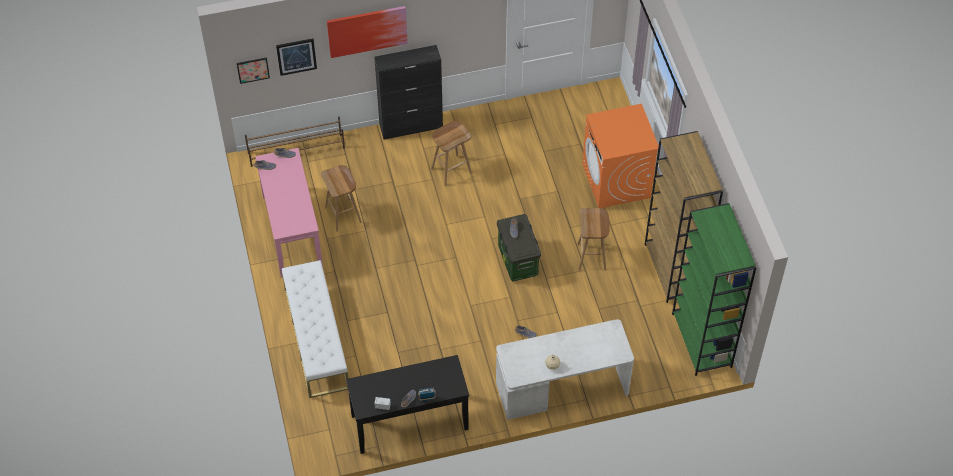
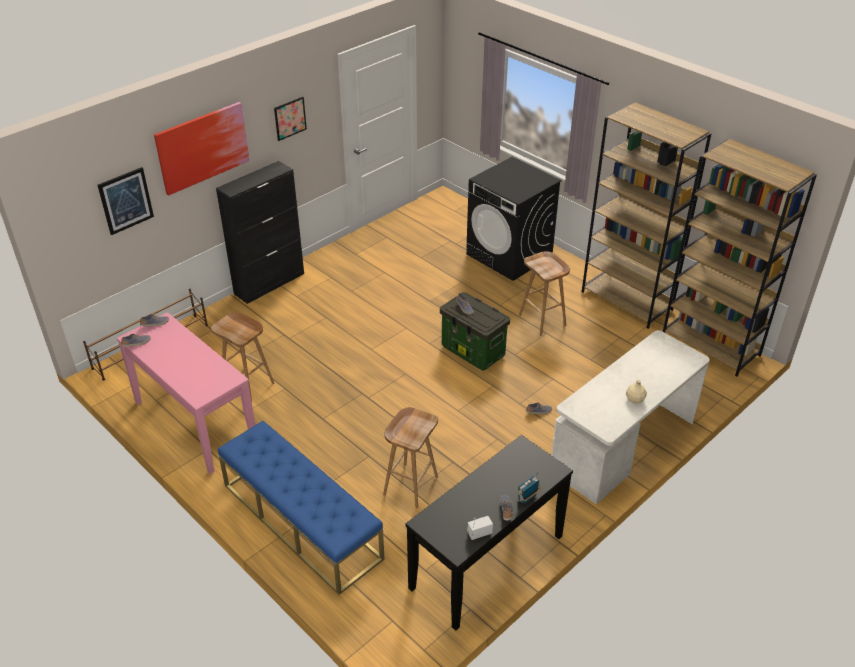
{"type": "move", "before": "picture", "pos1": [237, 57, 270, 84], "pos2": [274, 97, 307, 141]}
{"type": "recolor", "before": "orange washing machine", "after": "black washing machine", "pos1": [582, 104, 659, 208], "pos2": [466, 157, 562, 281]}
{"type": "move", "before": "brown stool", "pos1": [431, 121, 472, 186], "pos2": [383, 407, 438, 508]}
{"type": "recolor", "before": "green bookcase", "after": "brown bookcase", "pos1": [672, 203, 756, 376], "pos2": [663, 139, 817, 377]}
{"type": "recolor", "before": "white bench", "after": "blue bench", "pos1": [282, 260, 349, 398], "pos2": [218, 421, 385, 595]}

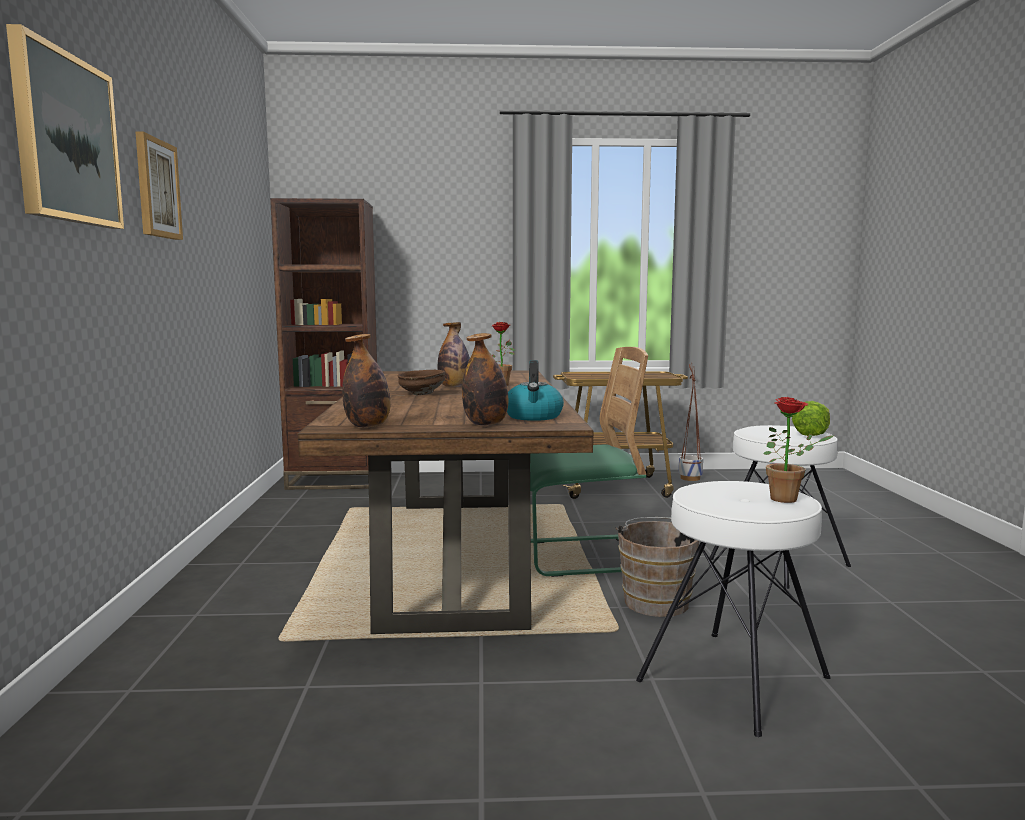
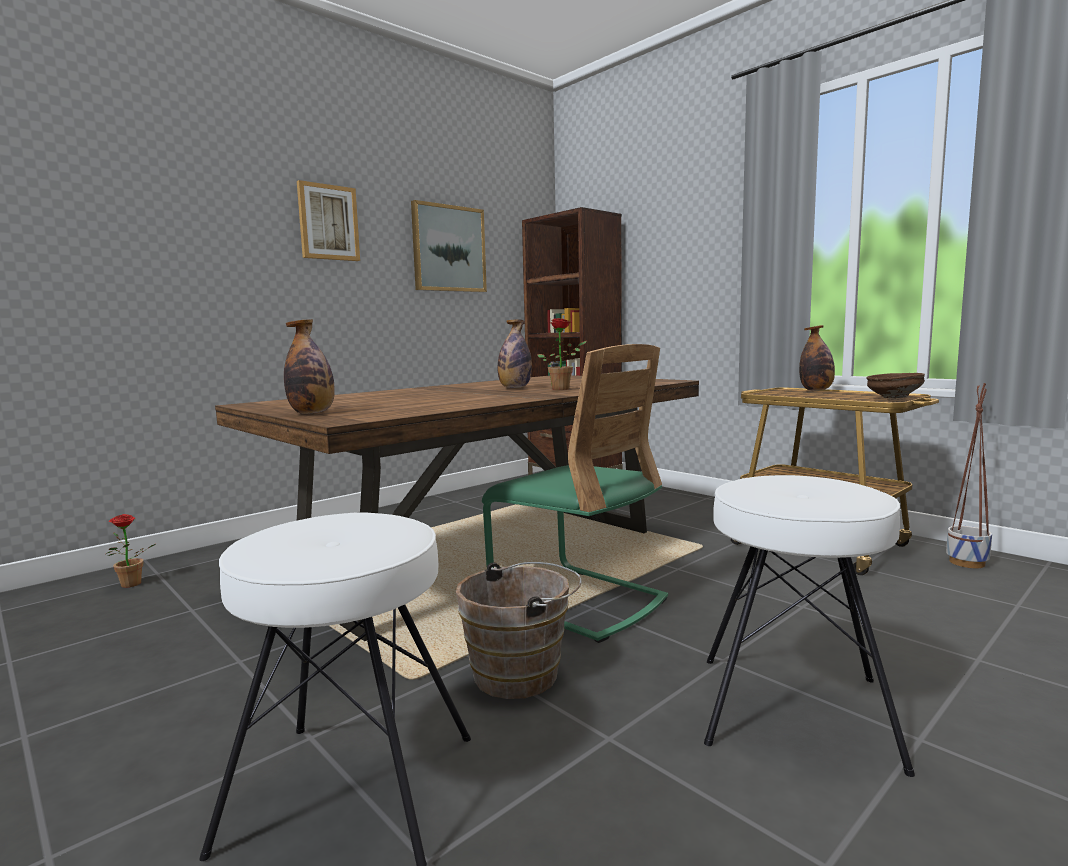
{"type": "move", "before": "picture", "pos1": [6, 24, 124, 229], "pos2": [411, 200, 487, 292]}
{"type": "move", "before": "bottle", "pos1": [342, 334, 390, 428], "pos2": [799, 325, 835, 391]}
{"type": "delete", "before": "kettle", "pos1": [507, 360, 564, 421]}
{"type": "move", "before": "brown bowl", "pos1": [397, 370, 445, 395], "pos2": [866, 373, 925, 398]}
{"type": "move", "before": "potted plant", "pos1": [763, 397, 835, 503], "pos2": [106, 514, 156, 588]}
{"type": "delete", "before": "lettuce", "pos1": [792, 401, 830, 436]}

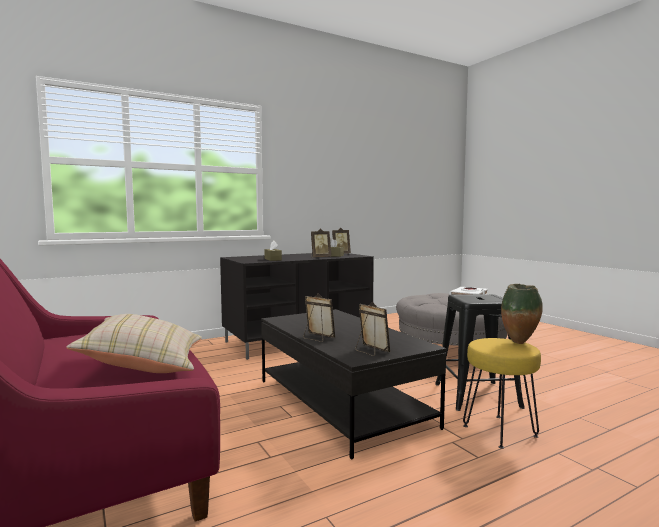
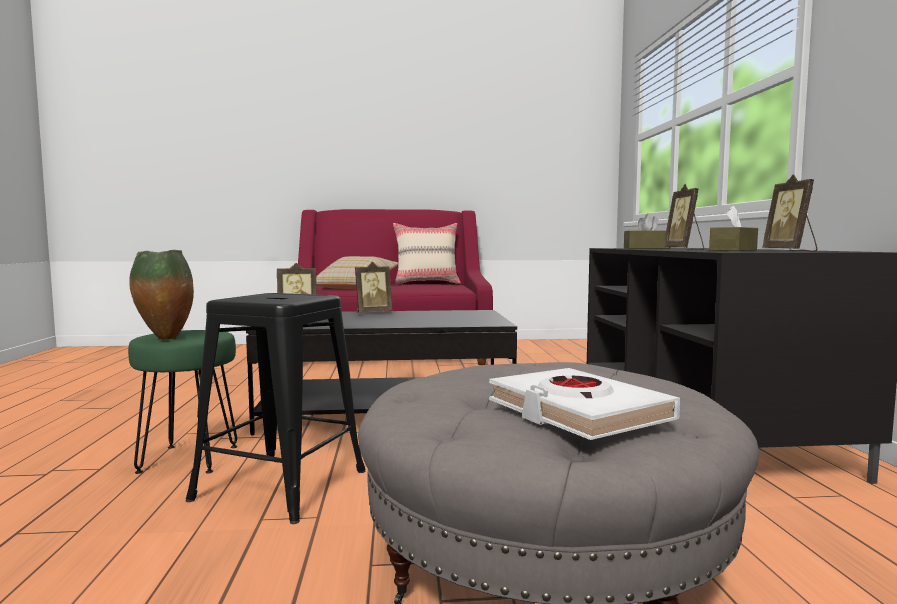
{"type": "recolor", "before": "yellow stool", "after": "green stool", "pos1": [463, 338, 541, 449], "pos2": [128, 330, 238, 474]}
{"type": "insert", "after": "beige pillow", "pos2": [393, 223, 461, 285]}

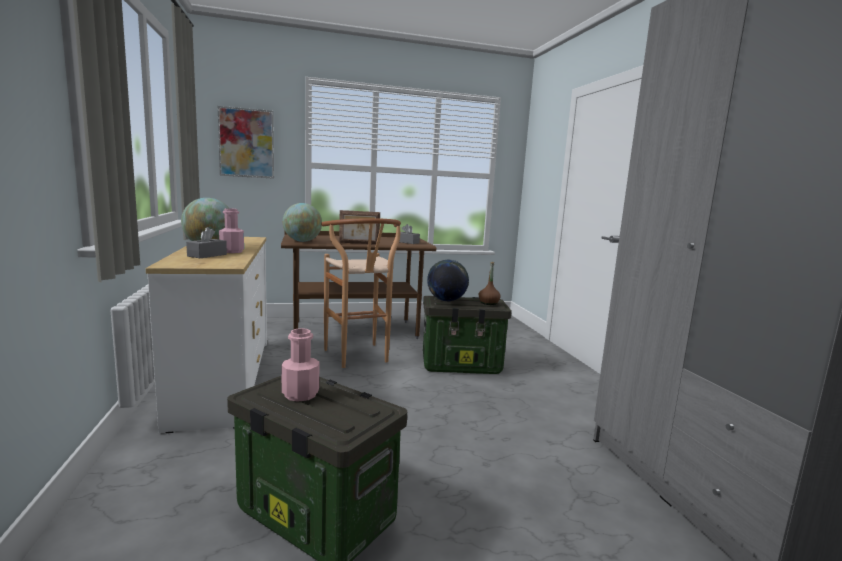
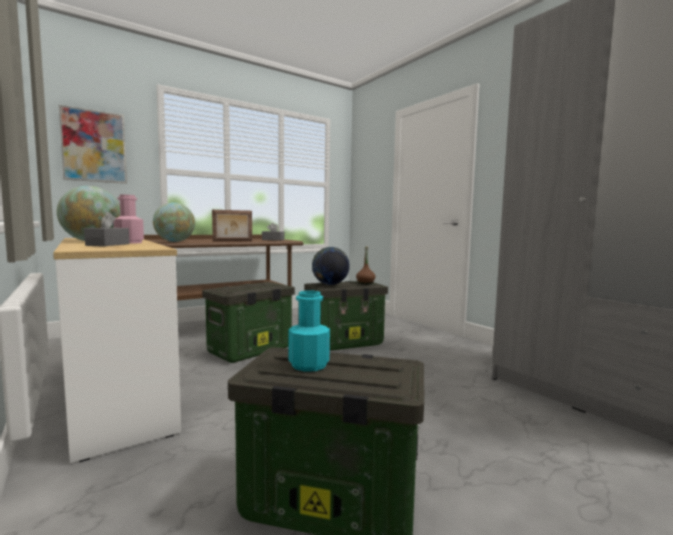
{"type": "replace", "before": "brown stool", "after": "storage box", "pos1": [321, 218, 401, 368], "pos2": [202, 282, 295, 363]}
{"type": "recolor", "before": "pink bottle", "after": "turquoise bottle", "pos1": [281, 328, 319, 402], "pos2": [289, 291, 330, 372]}

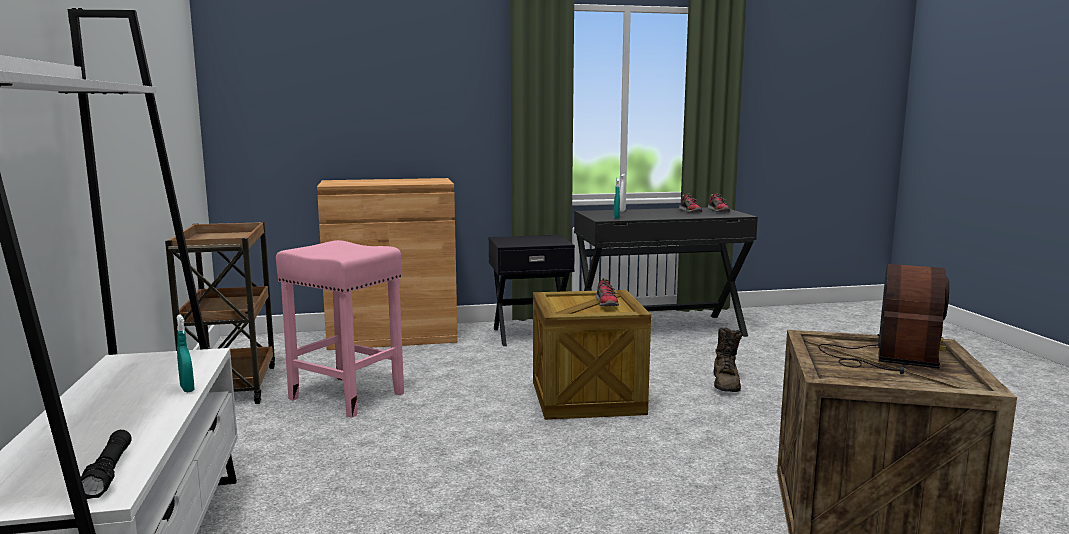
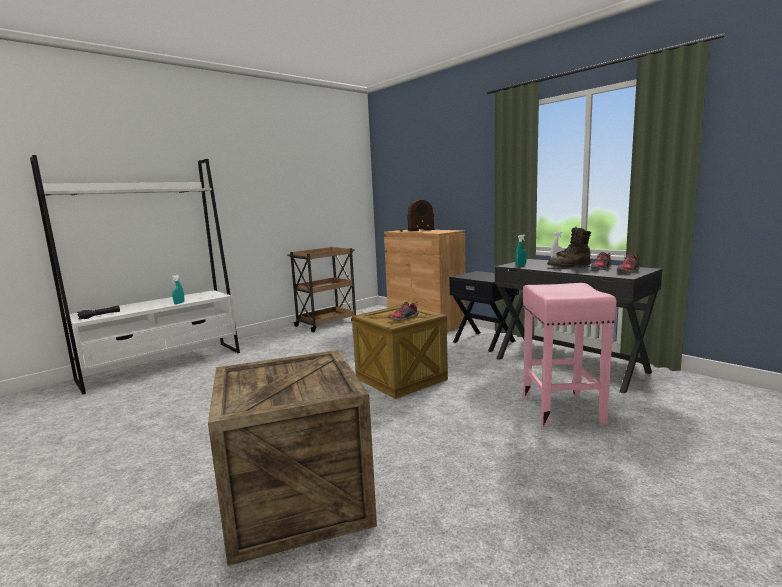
{"type": "move", "before": "pink stool", "pos1": [276, 240, 404, 418], "pos2": [523, 283, 617, 427]}
{"type": "move", "before": "radio", "pos1": [818, 264, 949, 374], "pos2": [401, 200, 435, 232]}
{"type": "move", "before": "brown boot", "pos1": [714, 328, 742, 392], "pos2": [547, 226, 591, 268]}

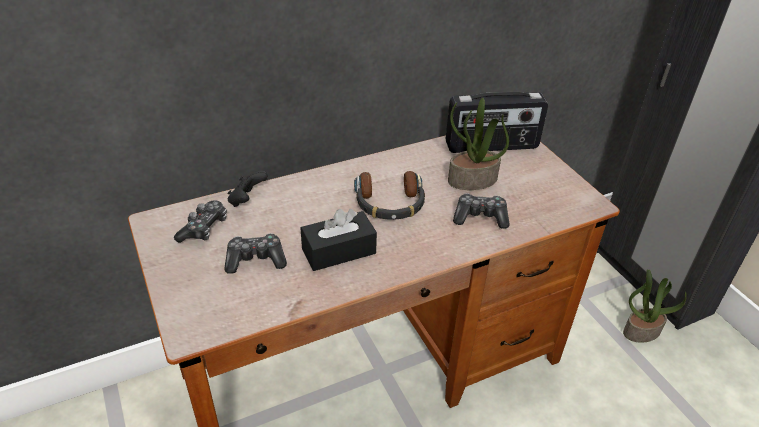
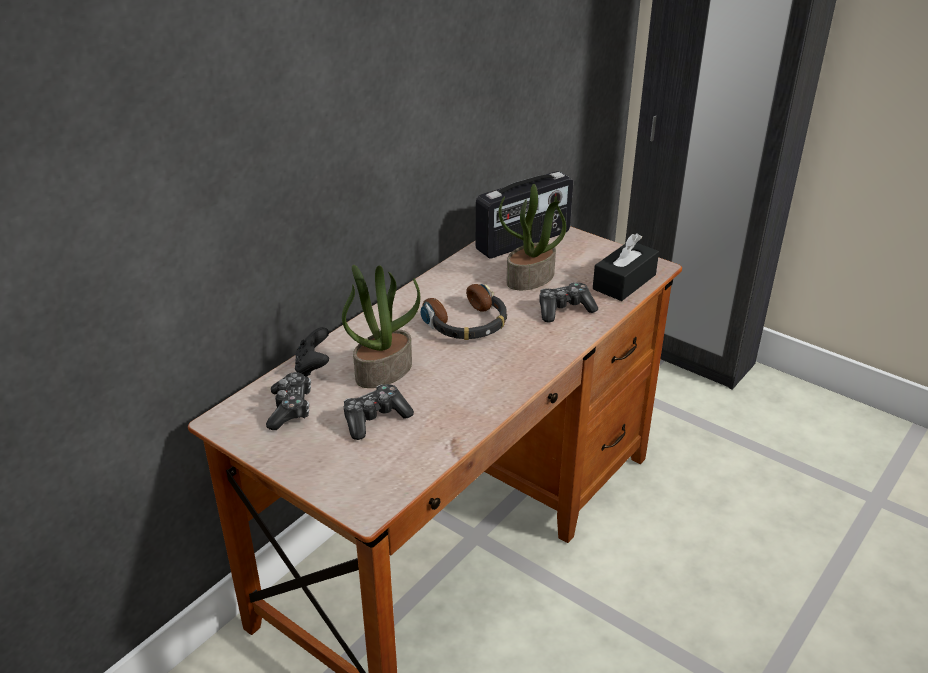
{"type": "move", "before": "black tissue box", "pos1": [301, 209, 377, 271], "pos2": [593, 233, 659, 301]}
{"type": "move", "before": "potted plant", "pos1": [623, 269, 687, 343], "pos2": [342, 265, 420, 388]}

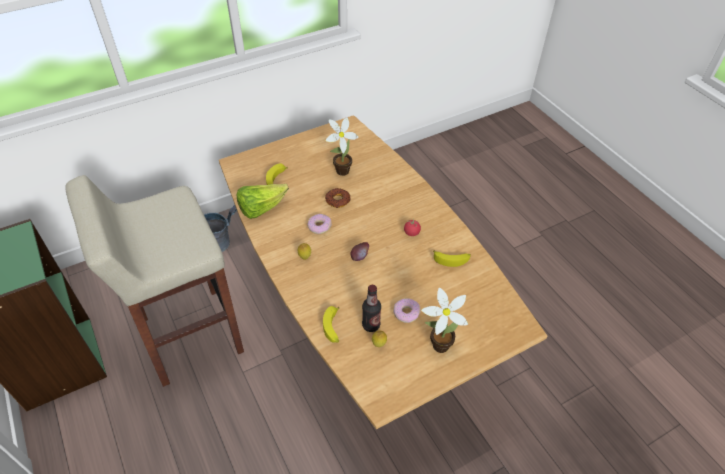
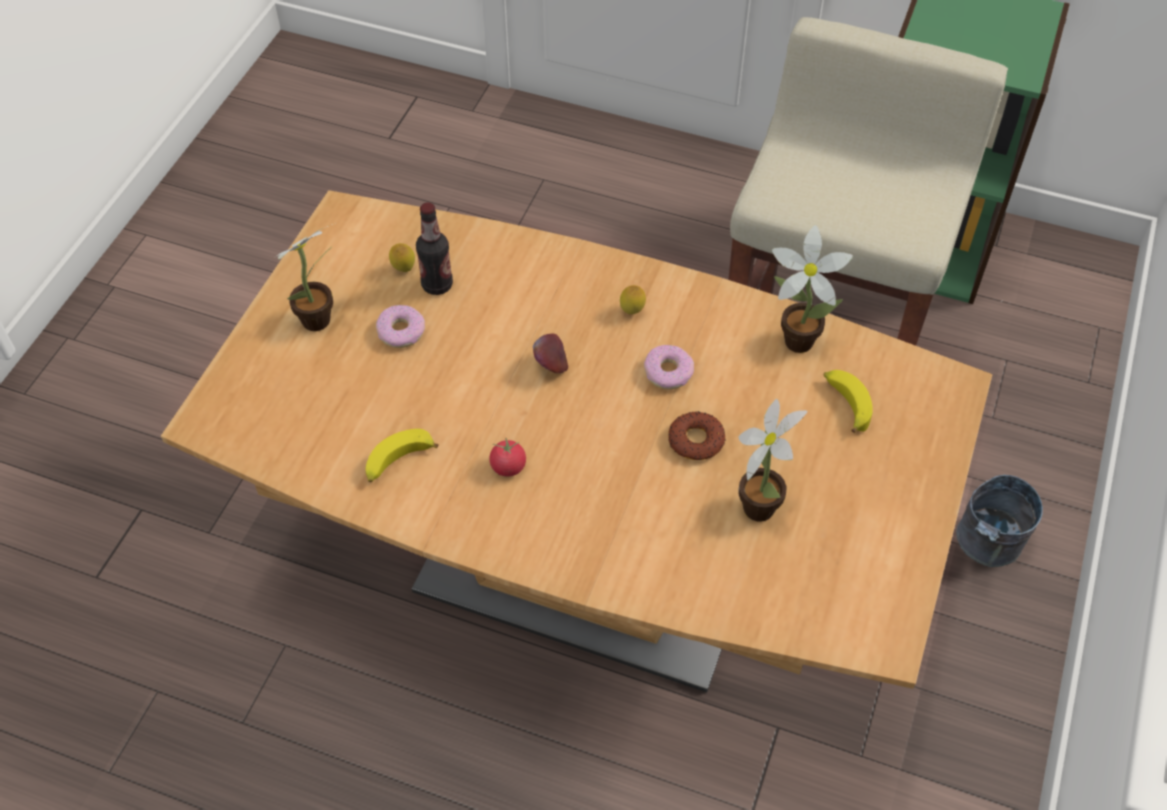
{"type": "replace", "before": "lettuce", "after": "potted plant", "pos1": [237, 184, 289, 219], "pos2": [772, 225, 853, 353]}
{"type": "delete", "before": "banana", "pos1": [323, 306, 340, 343]}

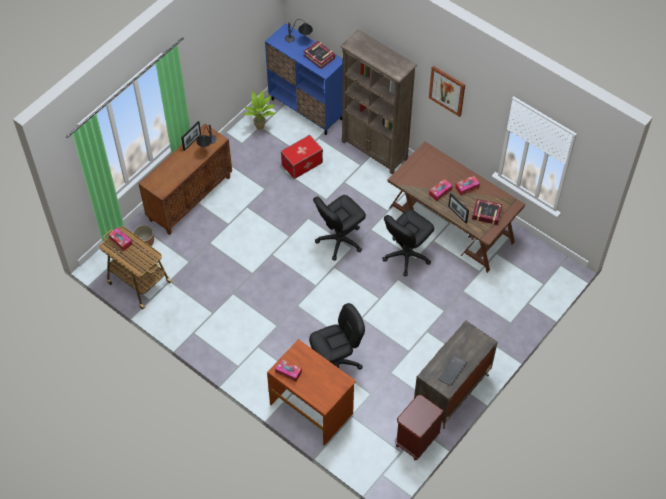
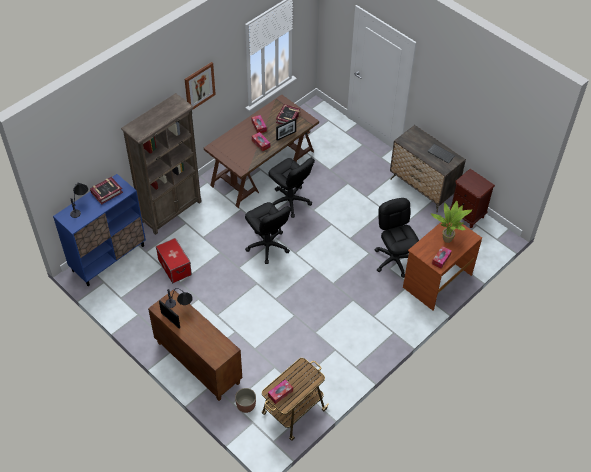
{"type": "move", "before": "potted plant", "pos1": [244, 90, 276, 130], "pos2": [431, 201, 472, 243]}

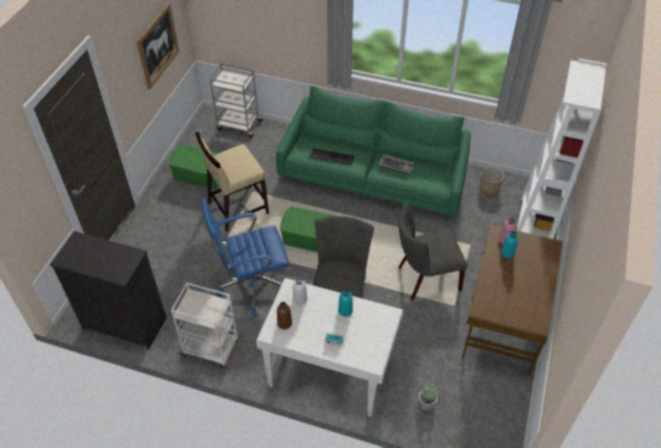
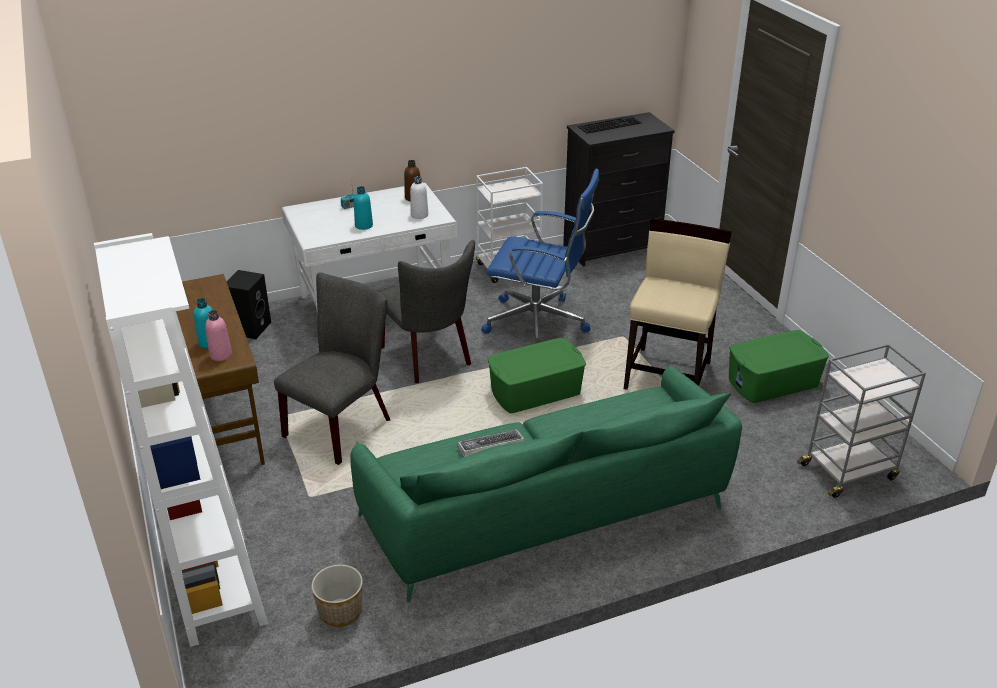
{"type": "delete", "before": "picture", "pos1": [136, 3, 179, 90]}
{"type": "move", "before": "keyboard", "pos1": [309, 148, 355, 165], "pos2": [578, 116, 642, 134]}
{"type": "rotate", "before": "blue office chair", "pos1": [202, 198, 289, 317], "pos2": [481, 169, 599, 343], "turn": 75}
{"type": "replace", "before": "potted plant", "after": "black speaker", "pos1": [419, 383, 438, 411], "pos2": [227, 270, 271, 339]}

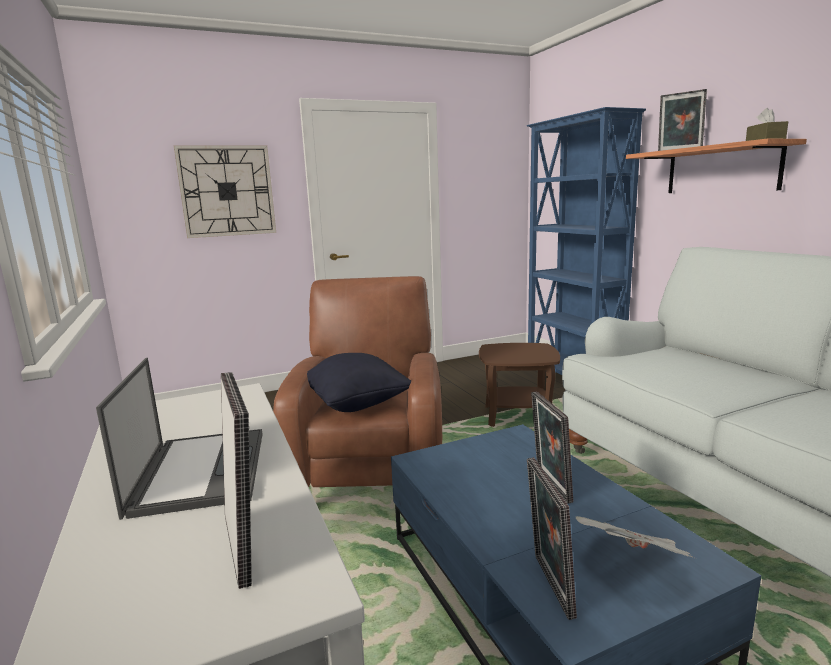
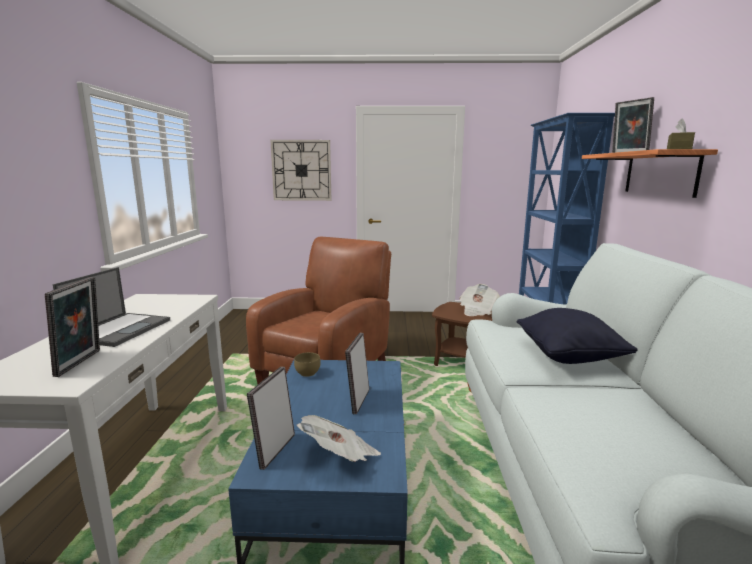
{"type": "move", "before": "black pillow", "pos1": [307, 353, 411, 412], "pos2": [517, 308, 638, 364]}
{"type": "insert", "after": "newspaper", "pos2": [460, 284, 500, 316]}
{"type": "insert", "after": "brown bowl", "pos2": [294, 352, 321, 377]}

